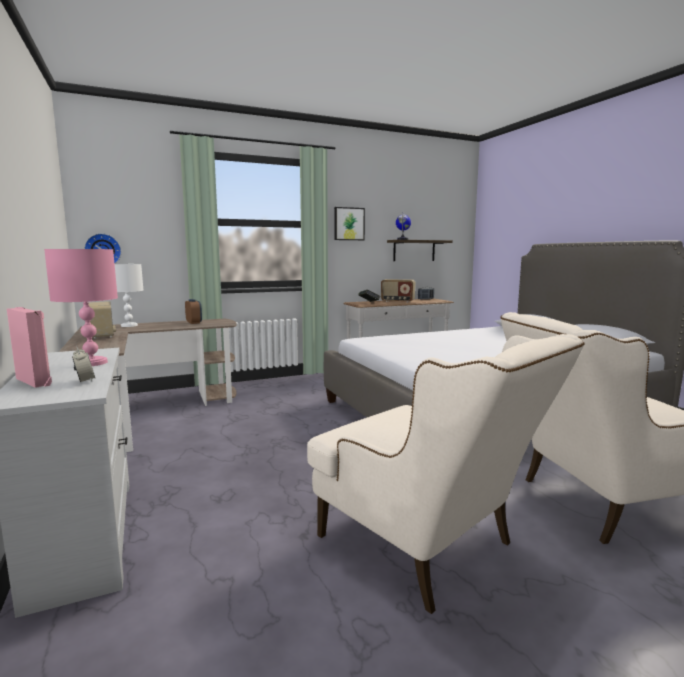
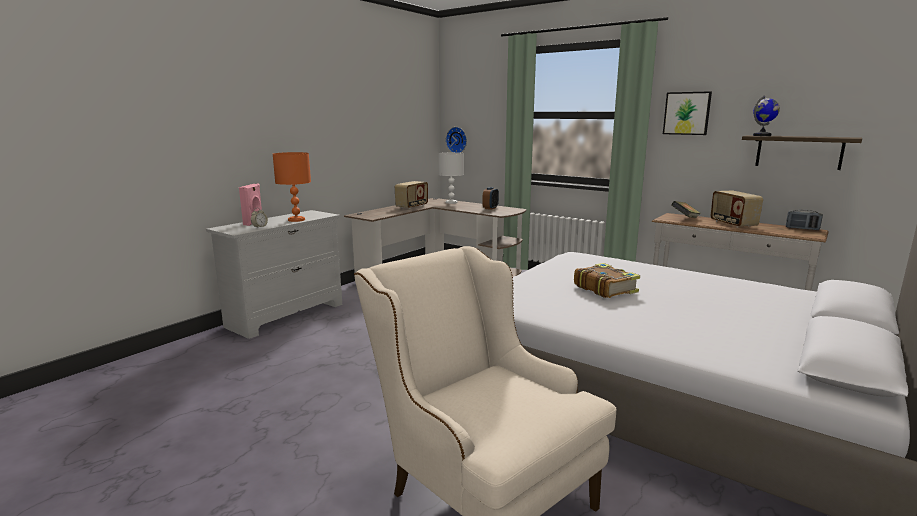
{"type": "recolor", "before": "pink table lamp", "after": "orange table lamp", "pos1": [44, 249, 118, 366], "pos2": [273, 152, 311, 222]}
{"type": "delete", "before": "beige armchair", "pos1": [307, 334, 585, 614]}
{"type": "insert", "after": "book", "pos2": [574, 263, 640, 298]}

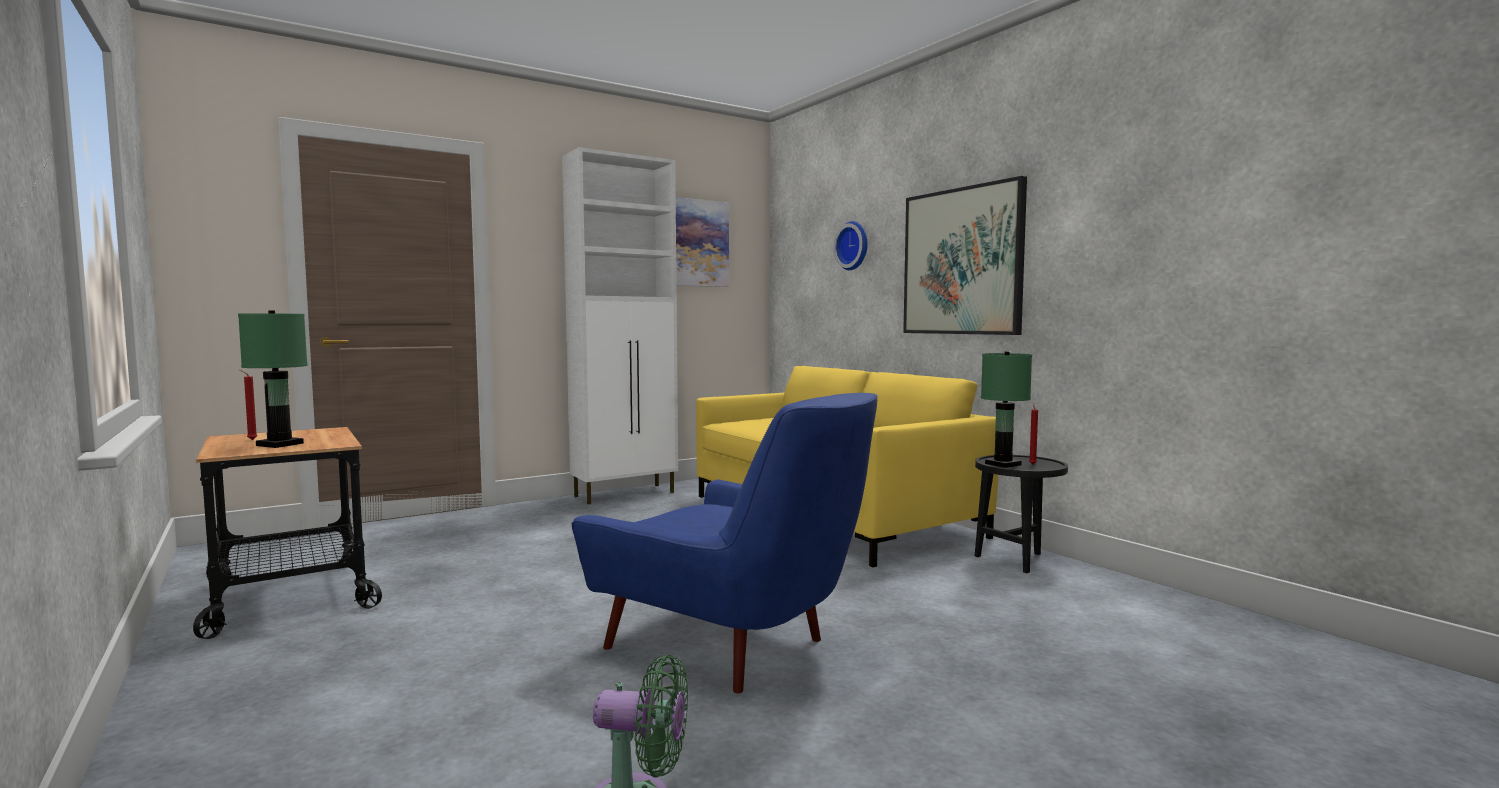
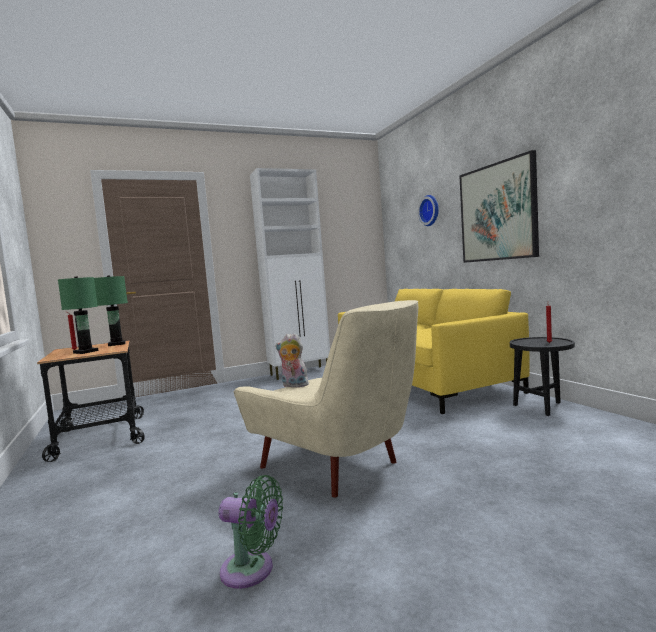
{"type": "delete", "before": "picture", "pos1": [676, 197, 729, 287]}
{"type": "move", "before": "green table lamp", "pos1": [981, 351, 1032, 468], "pos2": [94, 275, 128, 346]}
{"type": "recolor", "before": "blue armchair", "after": "beige armchair", "pos1": [572, 393, 878, 693], "pos2": [234, 300, 418, 498]}
{"type": "insert", "after": "plush toy", "pos2": [275, 333, 309, 387]}

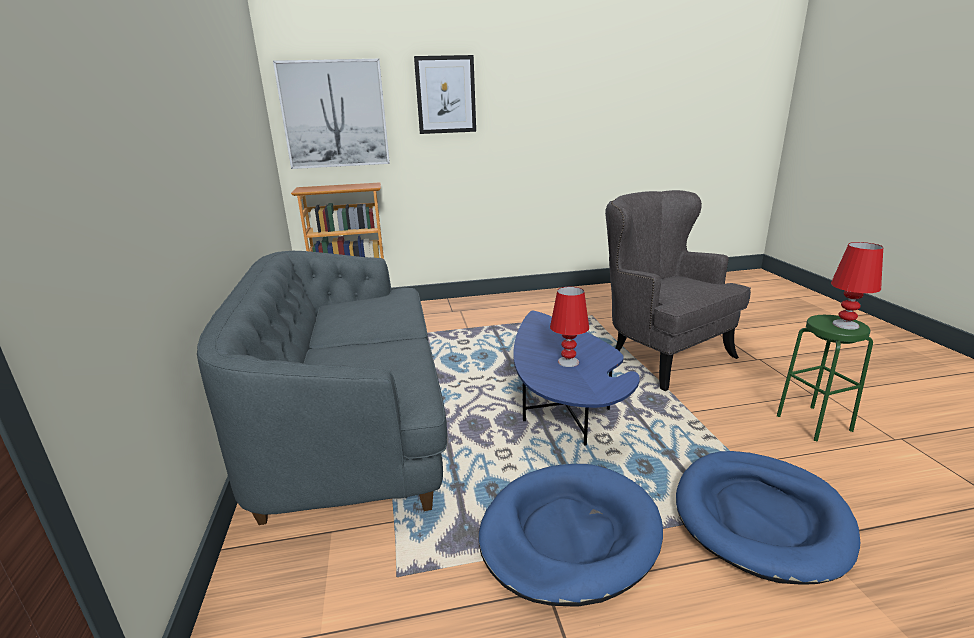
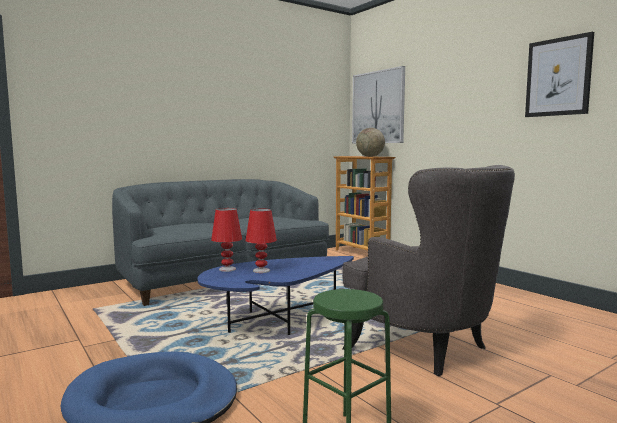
{"type": "move", "before": "picture", "pos1": [414, 55, 476, 134], "pos2": [525, 32, 594, 117]}
{"type": "rotate", "before": "grey armchair", "pos1": [605, 190, 751, 391], "pos2": [342, 165, 515, 376], "turn": 105}
{"type": "move", "before": "red table lamp", "pos1": [831, 242, 883, 330], "pos2": [211, 208, 242, 272]}
{"type": "delete", "before": "blue dog bed", "pos1": [479, 464, 663, 607]}
{"type": "insert", "after": "globe", "pos2": [356, 128, 385, 157]}

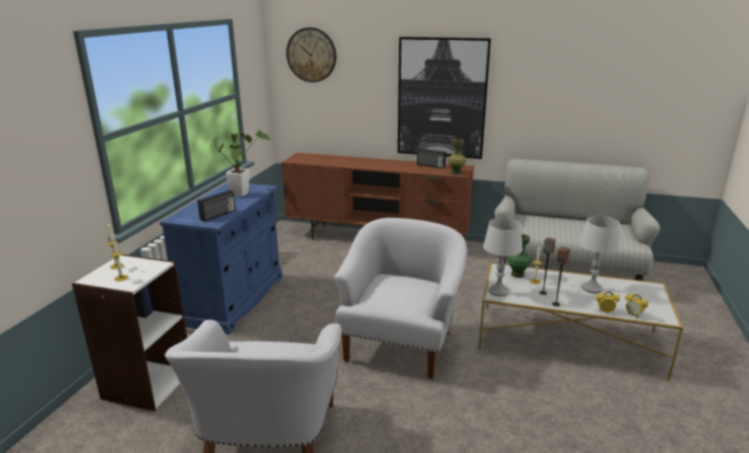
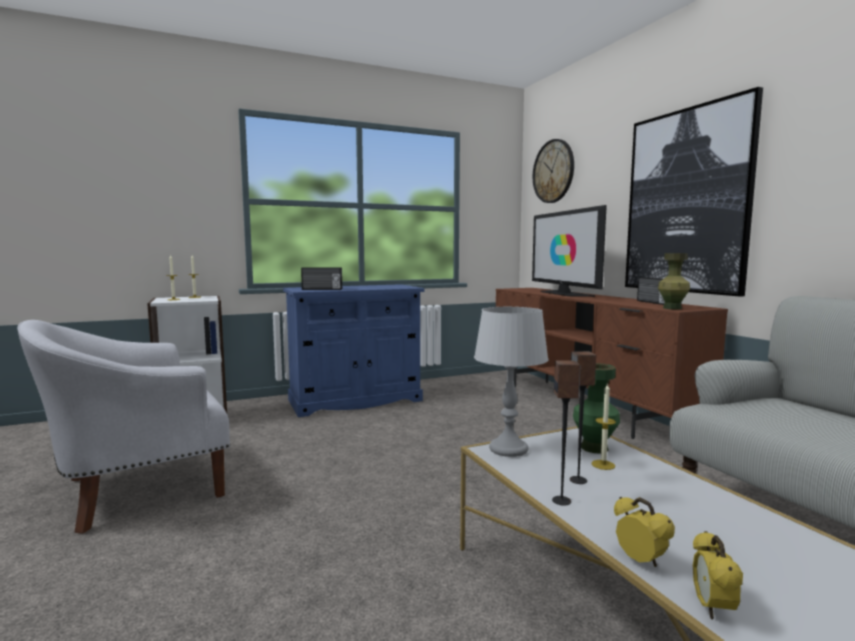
{"type": "delete", "before": "potted plant", "pos1": [211, 130, 270, 197]}
{"type": "delete", "before": "grey table lamp", "pos1": [579, 216, 620, 293]}
{"type": "delete", "before": "white armchair", "pos1": [334, 218, 467, 379]}
{"type": "insert", "after": "television", "pos2": [532, 205, 607, 297]}

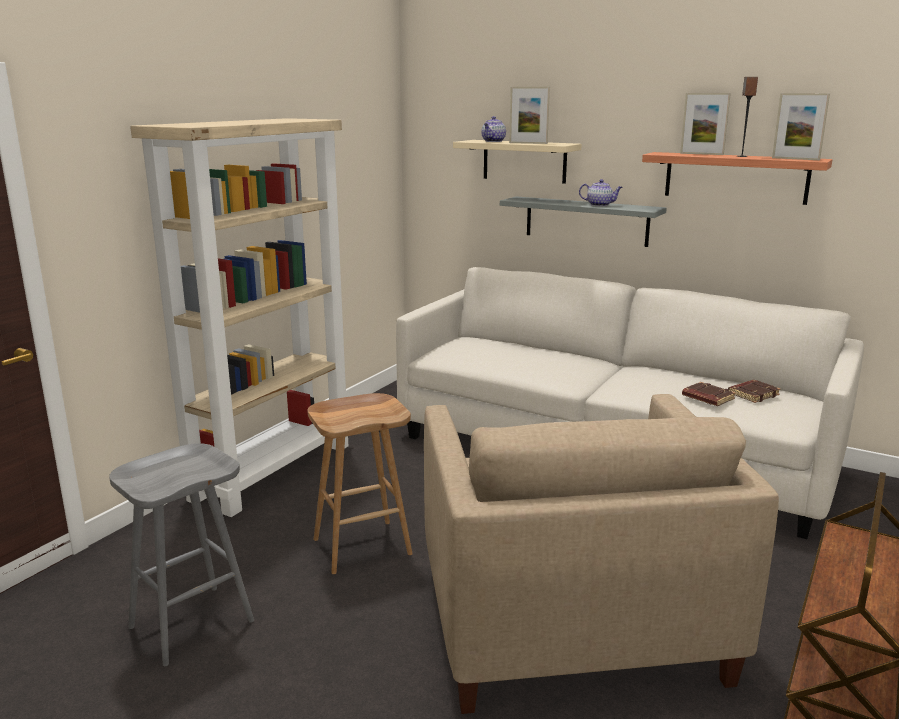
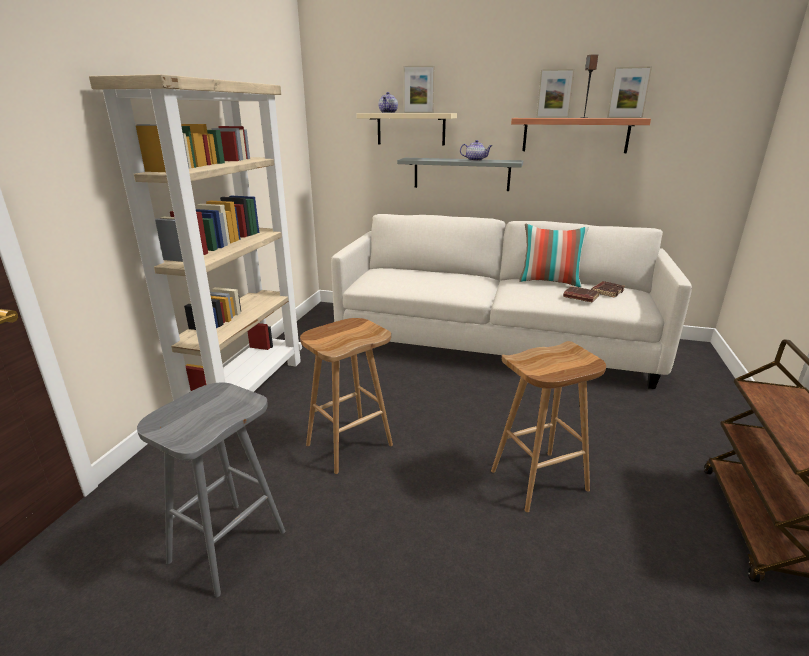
{"type": "replace", "before": "beige armchair", "after": "brown stool", "pos1": [424, 394, 779, 714], "pos2": [491, 341, 606, 512]}
{"type": "insert", "after": "pillow", "pos2": [519, 224, 589, 287]}

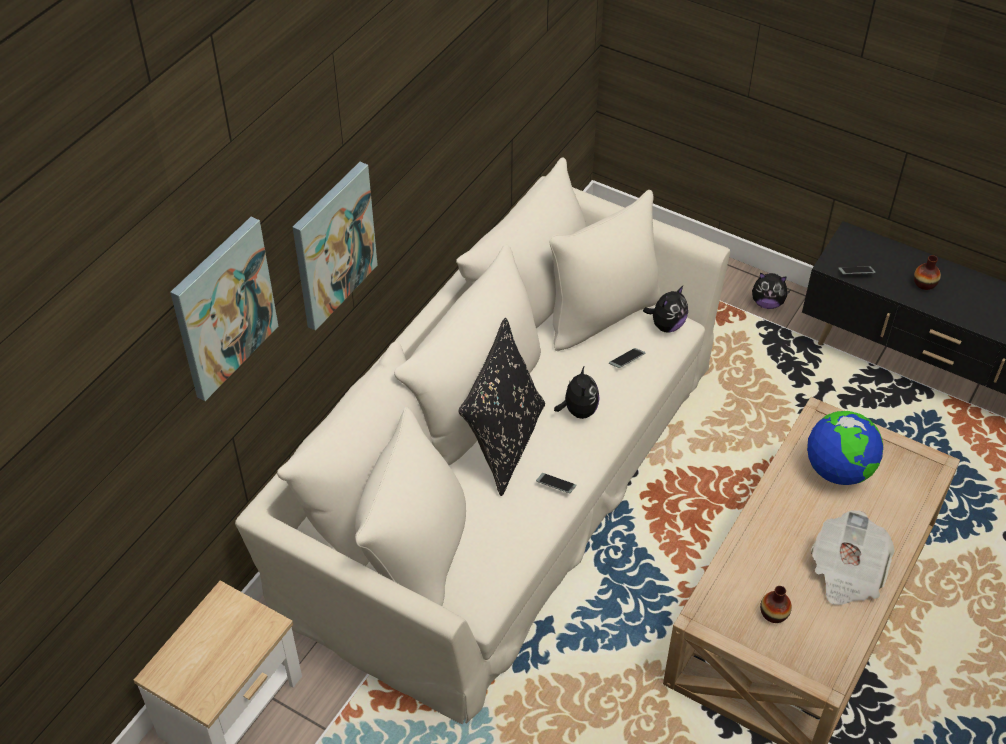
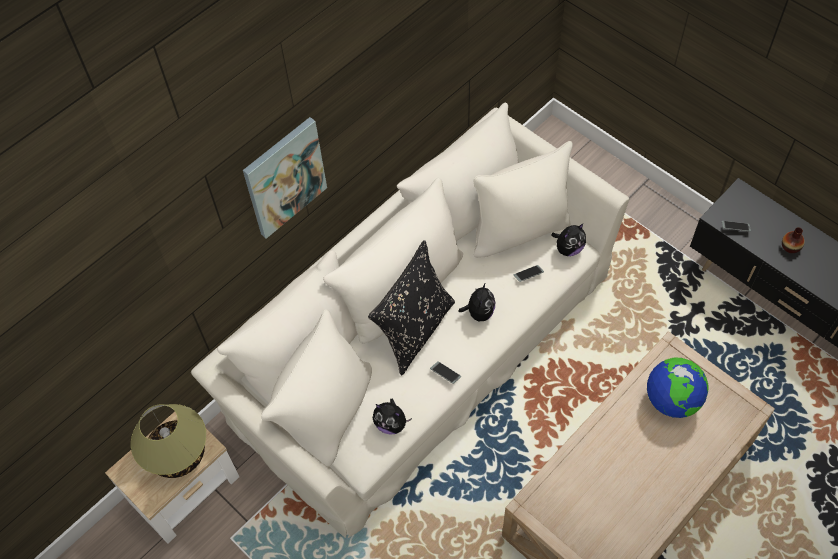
{"type": "delete", "before": "picture", "pos1": [170, 217, 278, 401]}
{"type": "move", "before": "plush toy", "pos1": [752, 273, 790, 309], "pos2": [373, 398, 412, 435]}
{"type": "delete", "before": "newspaper", "pos1": [811, 510, 895, 605]}
{"type": "delete", "before": "vase", "pos1": [760, 586, 792, 623]}
{"type": "insert", "after": "table lamp", "pos2": [131, 404, 206, 478]}

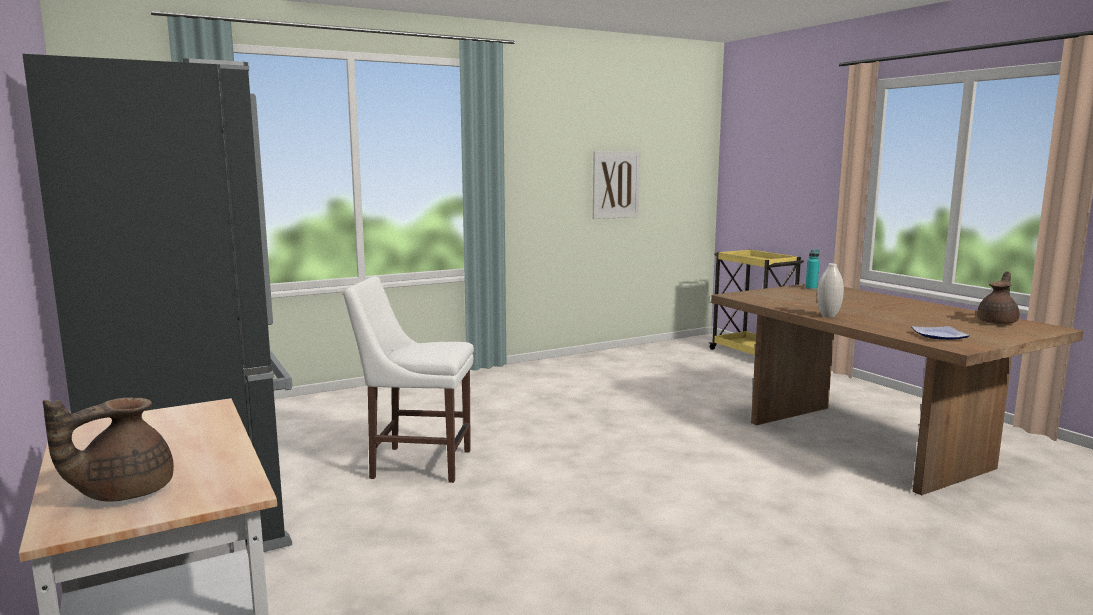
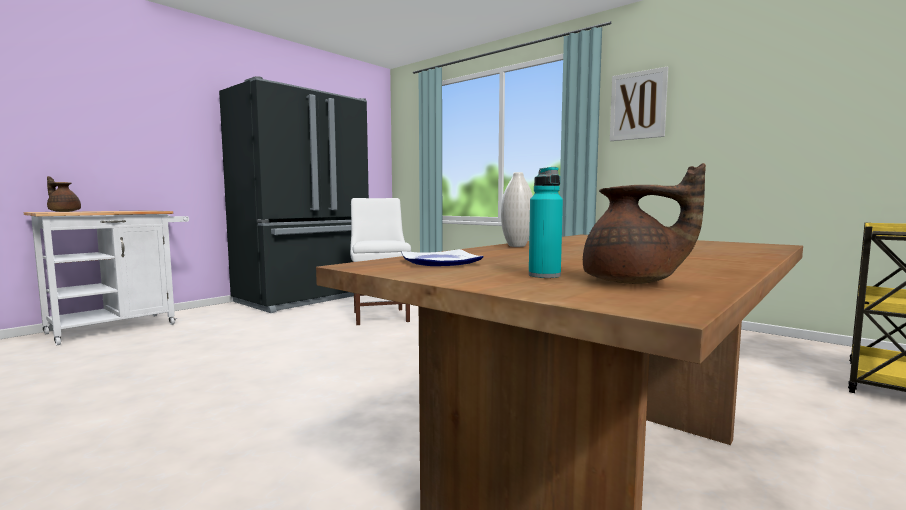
{"type": "move", "before": "picture", "pos1": [593, 151, 640, 219], "pos2": [610, 66, 668, 141]}
{"type": "move", "before": "turquoise bottle", "pos1": [805, 249, 820, 289], "pos2": [529, 167, 563, 278]}

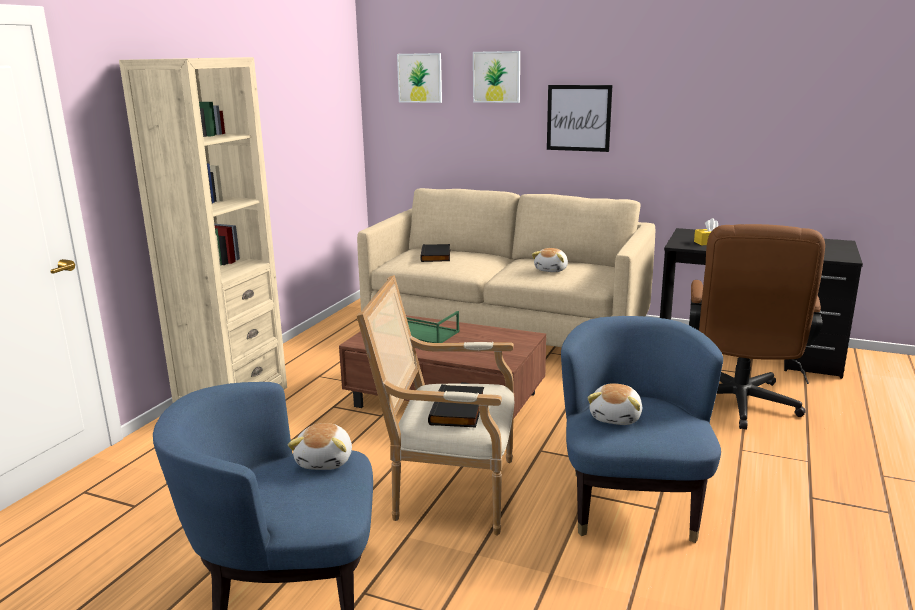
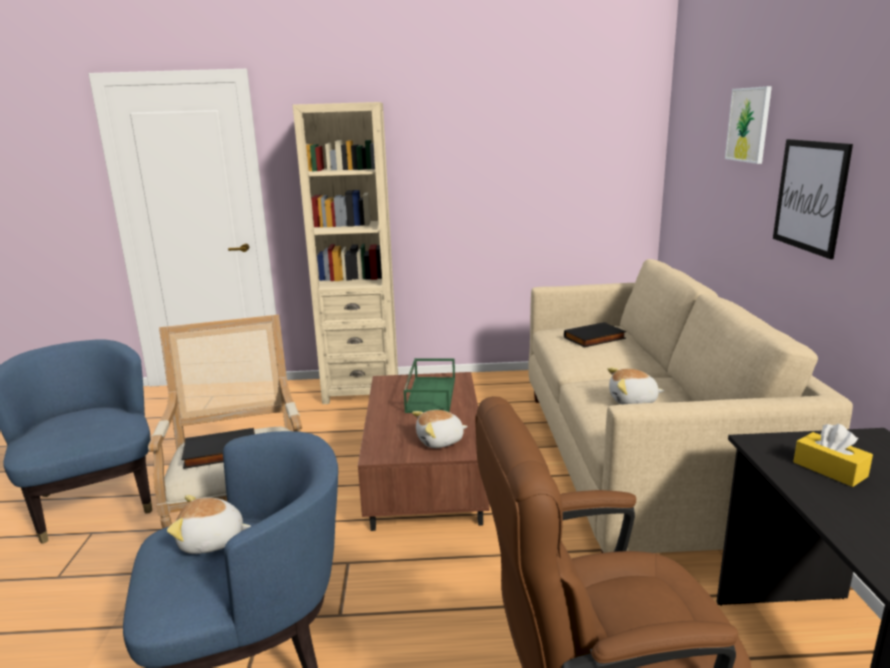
{"type": "delete", "before": "picture", "pos1": [397, 53, 442, 103]}
{"type": "move", "before": "plush toy", "pos1": [288, 423, 352, 470], "pos2": [412, 410, 468, 448]}

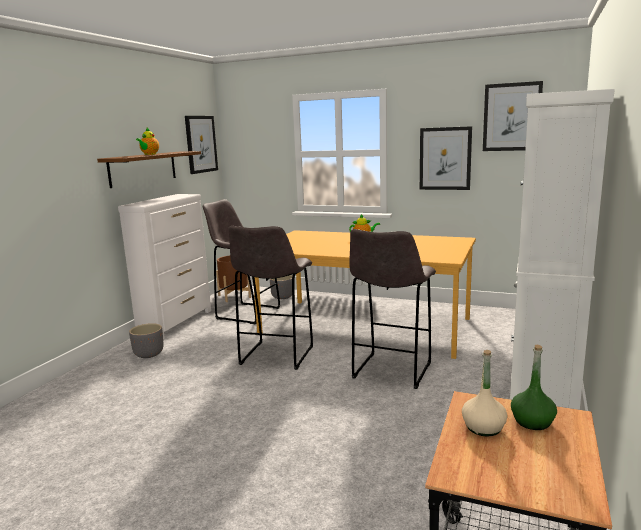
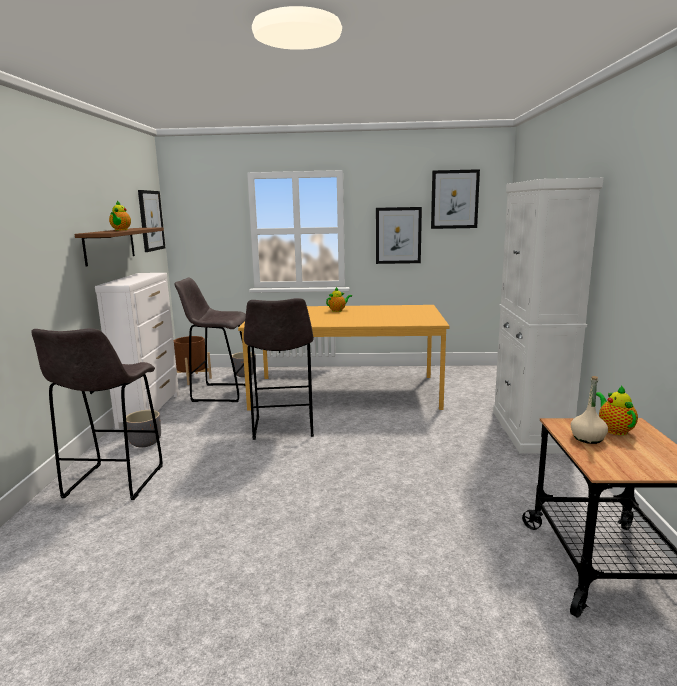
{"type": "move", "before": "grey stool", "pos1": [349, 229, 436, 389], "pos2": [32, 328, 163, 500]}
{"type": "replace", "before": "green bottle", "after": "teapot", "pos1": [511, 344, 557, 430], "pos2": [596, 385, 638, 435]}

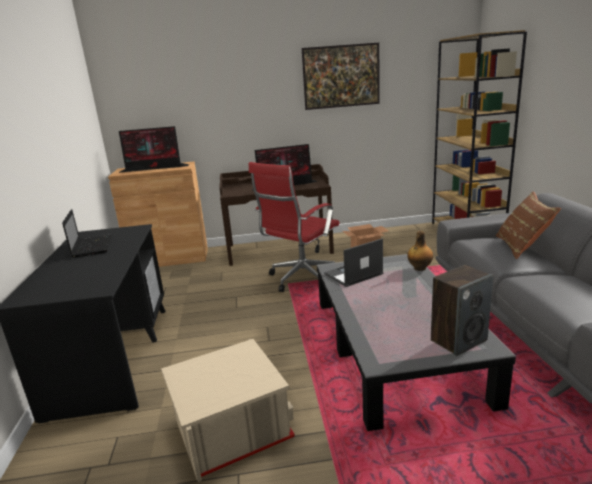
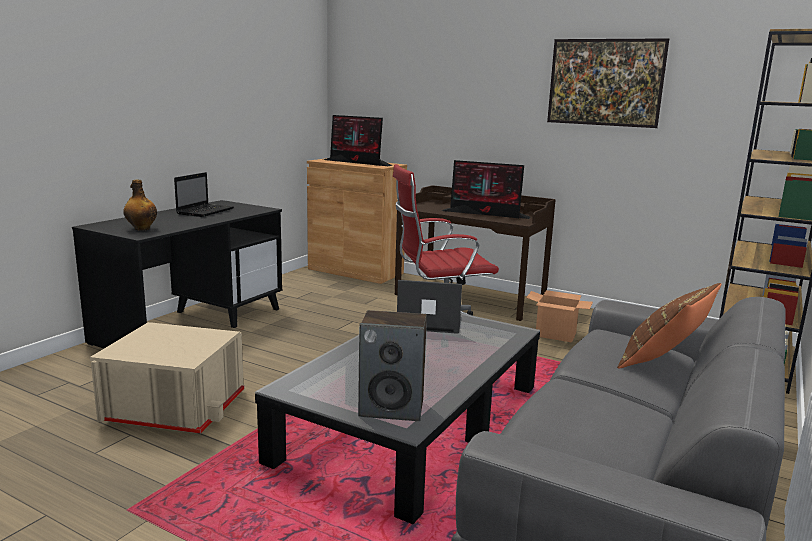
{"type": "move", "before": "bottle", "pos1": [407, 231, 433, 271], "pos2": [123, 179, 157, 231]}

